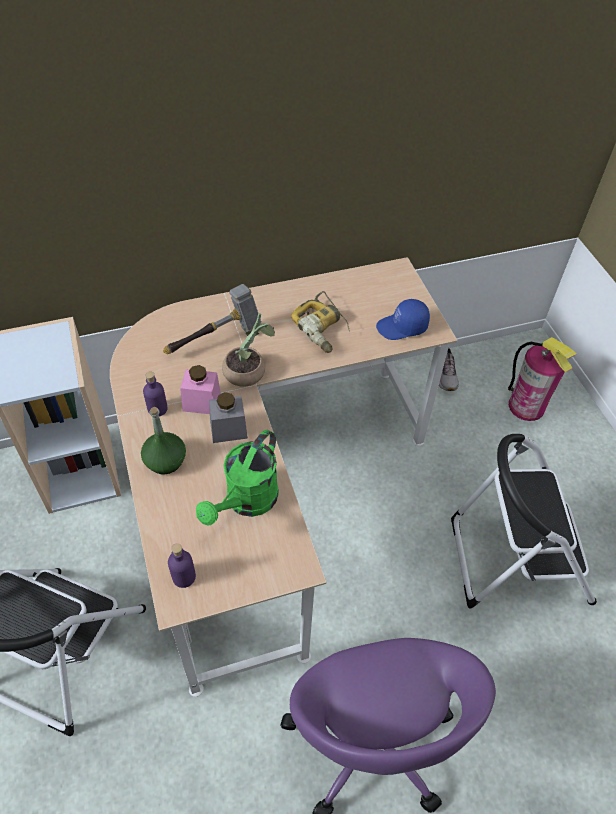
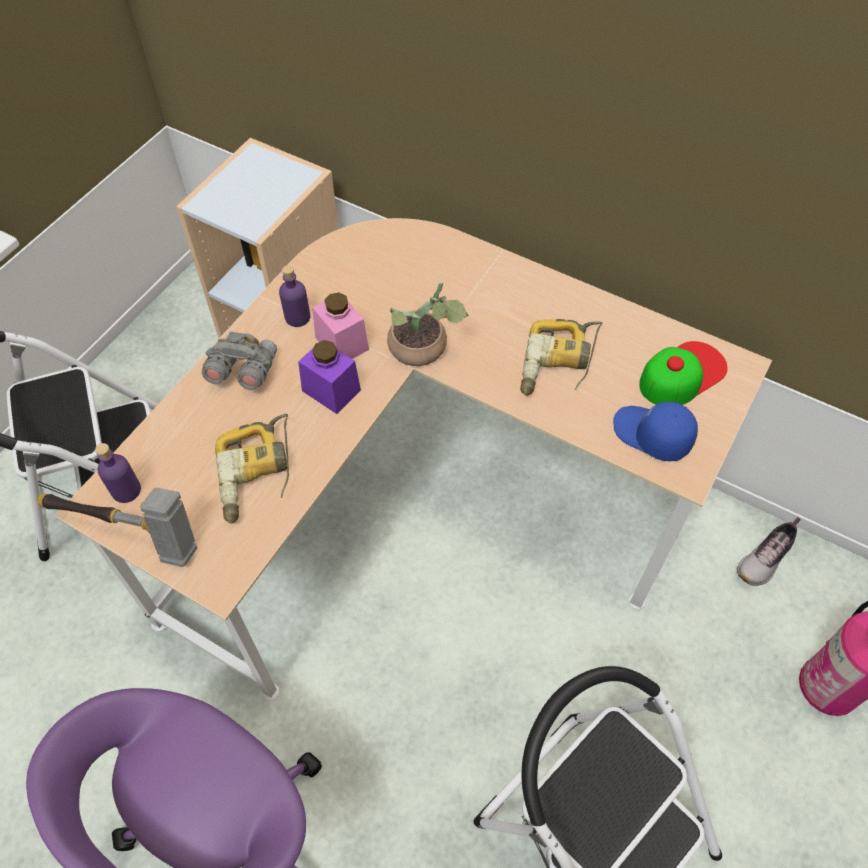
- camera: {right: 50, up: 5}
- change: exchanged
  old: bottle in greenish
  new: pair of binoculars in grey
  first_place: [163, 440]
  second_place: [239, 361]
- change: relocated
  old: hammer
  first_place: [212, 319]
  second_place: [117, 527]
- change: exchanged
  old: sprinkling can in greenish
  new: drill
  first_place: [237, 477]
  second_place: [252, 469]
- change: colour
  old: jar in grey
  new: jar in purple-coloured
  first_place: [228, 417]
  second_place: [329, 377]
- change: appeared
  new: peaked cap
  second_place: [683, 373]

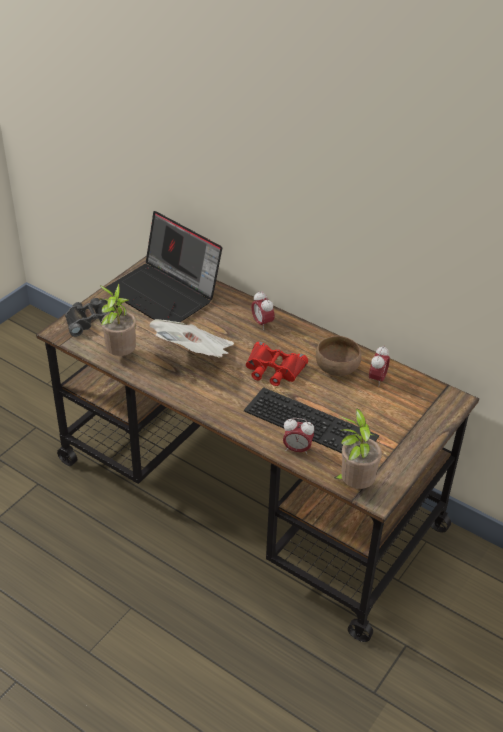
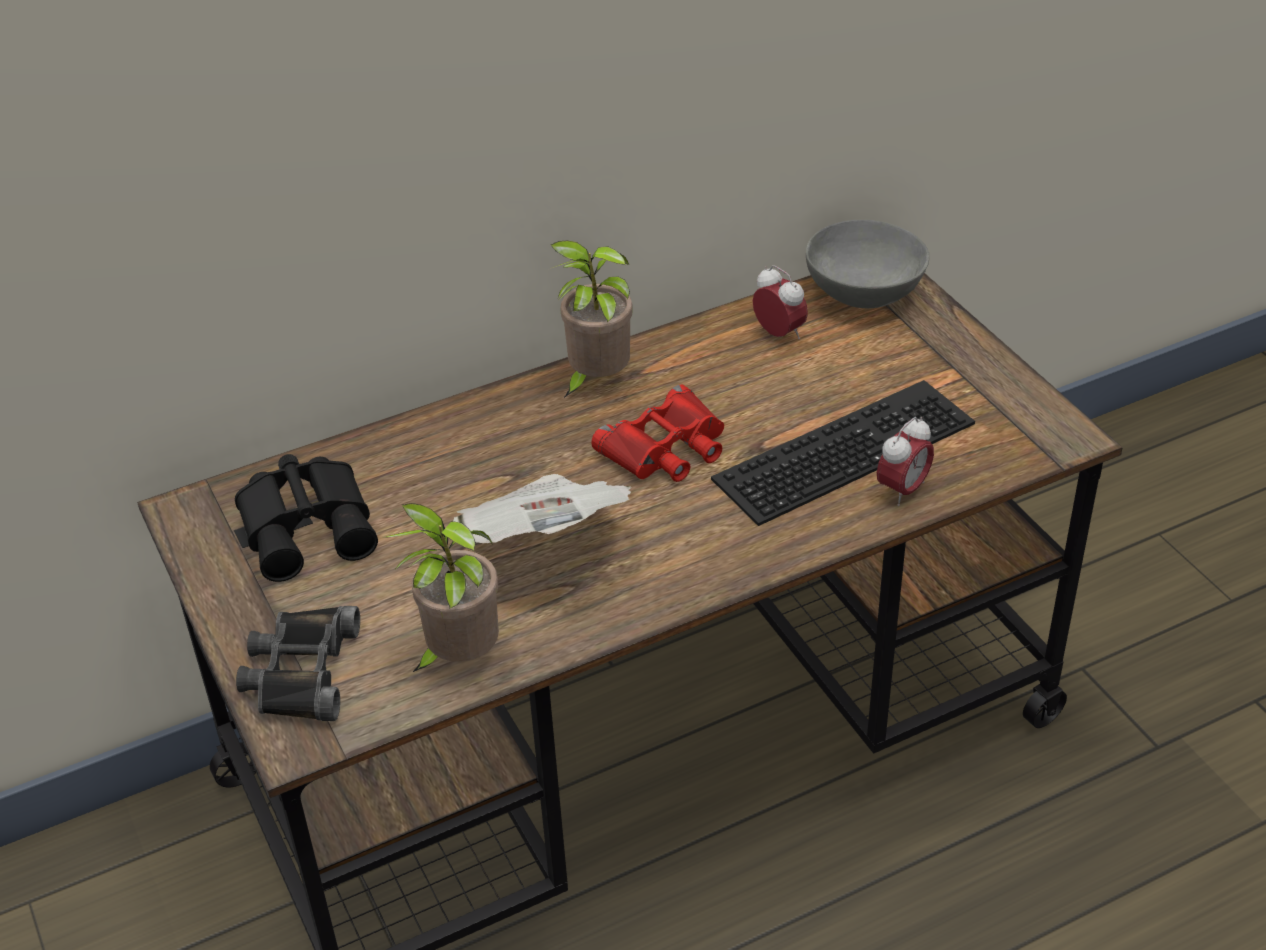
- camera: {right: -60, up: 0}
- change: exchanged
  old: laptop
  new: pair of binoculars in blackish
  first_place: [163, 266]
  second_place: [306, 518]
- change: missing
  old: alarm clock
  first_place: [263, 310]
- change: missing
  old: bowl in brown
  first_place: [339, 356]
- change: relocated
  old: plant in a pot
  first_place: [358, 448]
  second_place: [591, 319]
- change: appeared
  new: bowl in grey
  second_place: [868, 264]

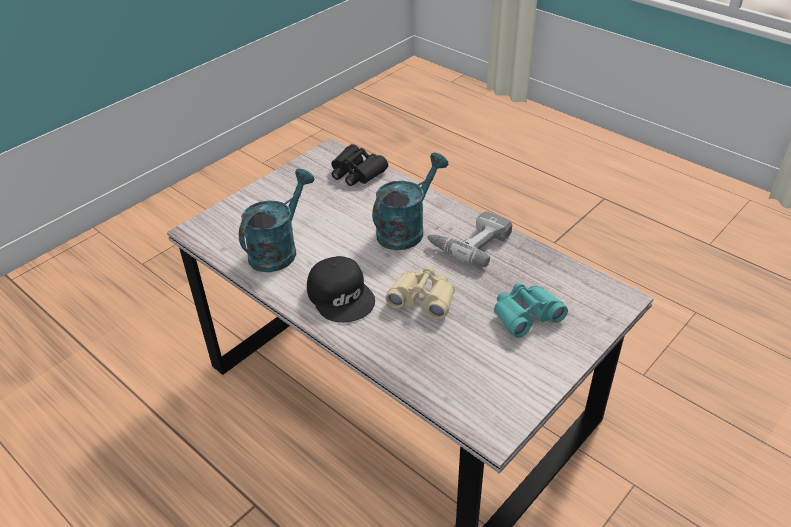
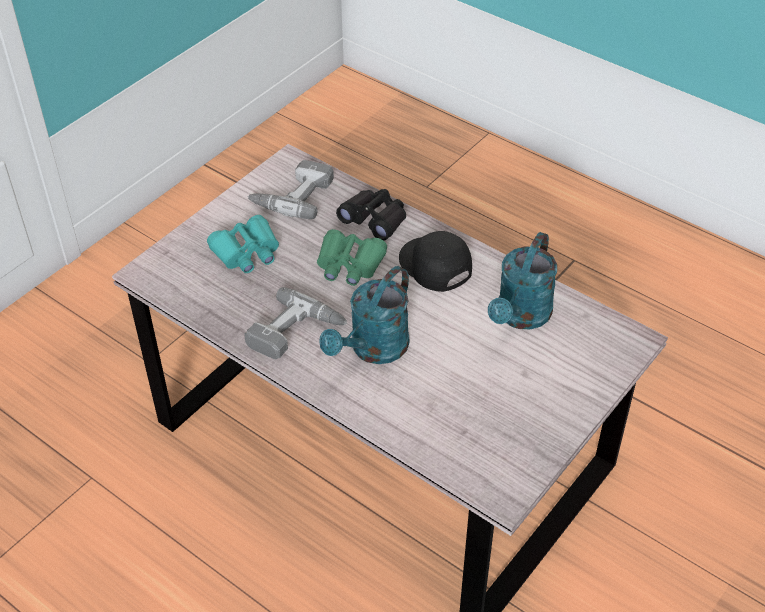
- camera: {right: 175, up: 5}
- change: relocated
  old: pair of binoculars in blackish
  first_place: [359, 165]
  second_place: [371, 215]
- change: colour
  old: pair of binoculars in beige-coloured
  new: pair of binoculars in greenish
  first_place: [420, 293]
  second_place: [352, 257]
- change: appeared
  new: drill
  second_place: [290, 189]

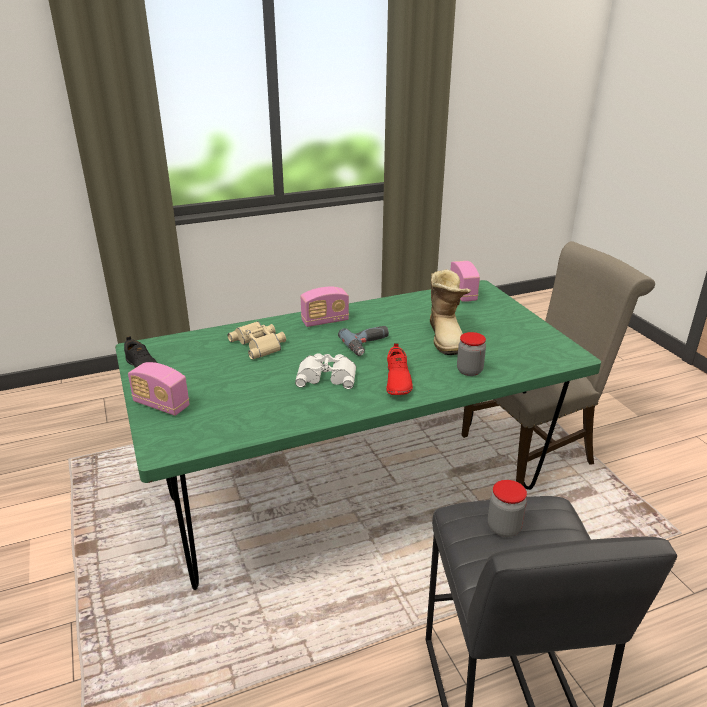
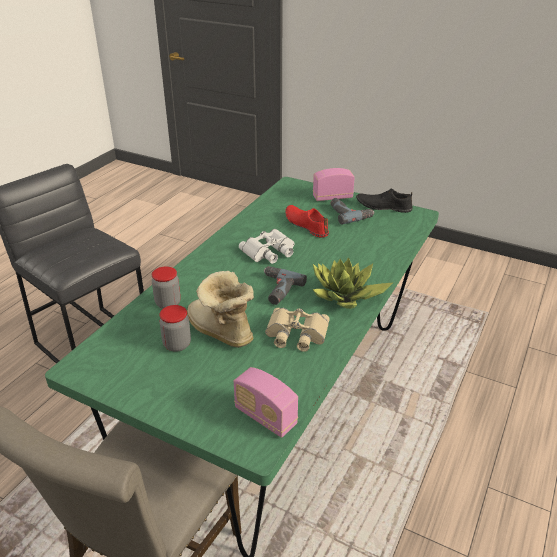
- camera: {right: 140, up: 5}
- change: relocated
  old: pair of binoculars in beige-coloured
  first_place: [256, 340]
  second_place: [297, 330]
- change: exchanged
  old: radio set
  new: plant in a pot
  first_place: [325, 307]
  second_place: [353, 283]
- change: relocated
  old: low shoe in red
  first_place: [399, 369]
  second_place: [307, 221]
- change: relocated
  old: jar
  first_place: [507, 508]
  second_place: [175, 328]
- change: appeared
  new: drill
  second_place: [353, 211]

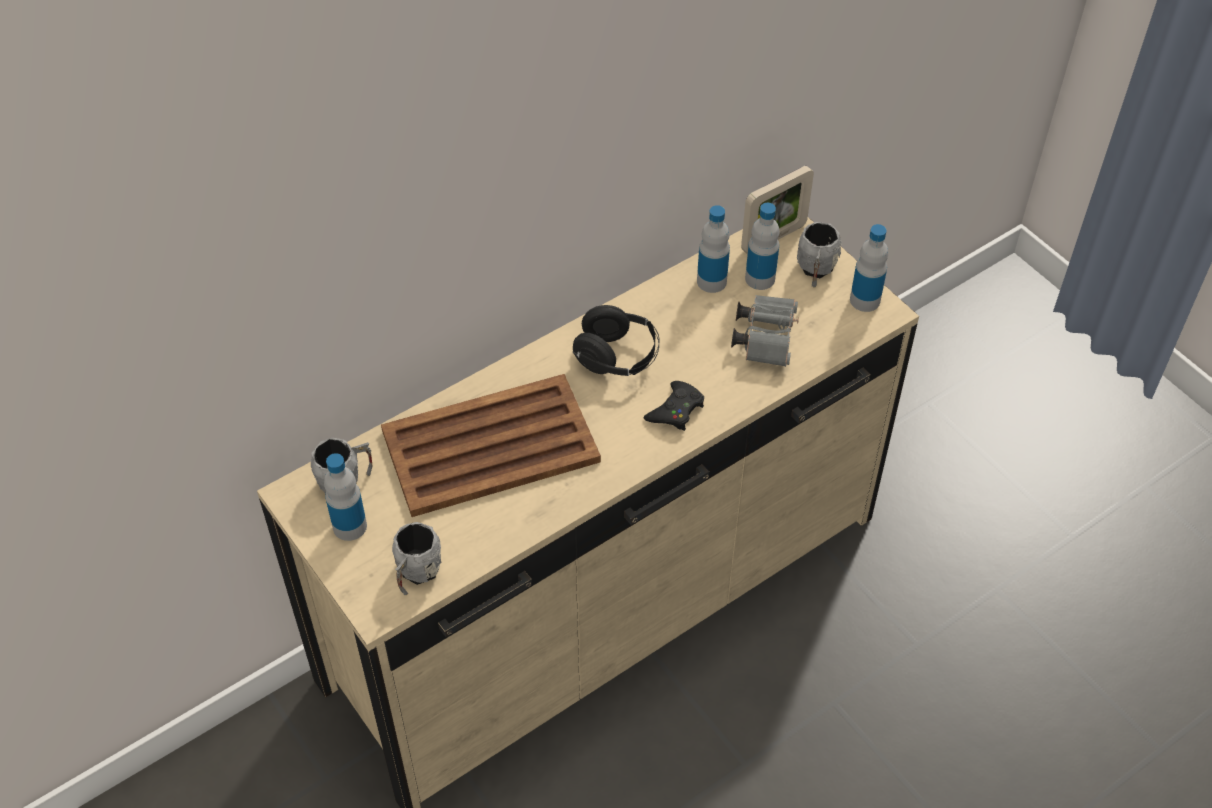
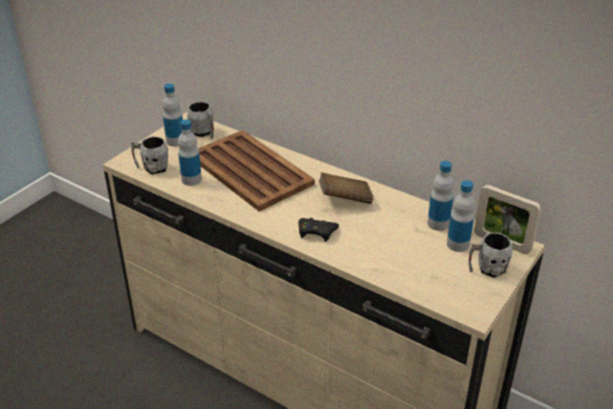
- camera: {right: 70, up: -15}
- change: exchanged
  old: pair of headphones in blackish
  new: book in brown
  first_place: [616, 340]
  second_place: [345, 188]
- change: missing
  old: pair of binoculars in grey
  first_place: [765, 331]
- change: relocated
  old: bottle
  first_place: [869, 268]
  second_place: [190, 152]

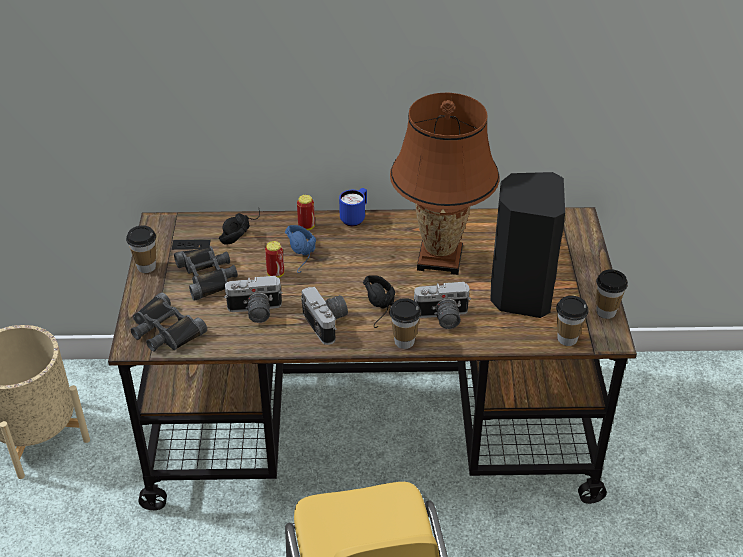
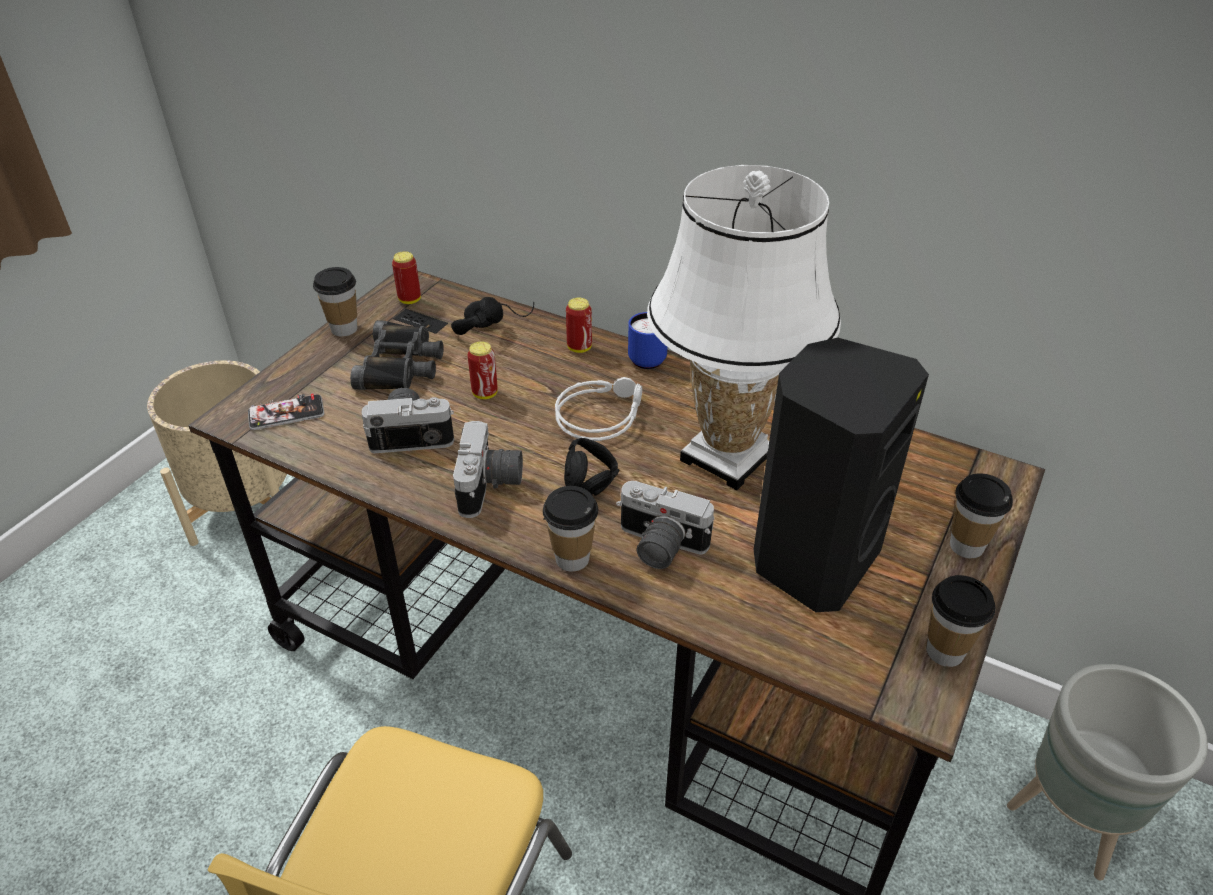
- camera: {right: 30, up: 0}
- change: exchanged
  old: pair of binoculars in blackish
  new: phone
  first_place: [169, 322]
  second_place: [286, 411]
- change: spun
  old: photo camera
  first_place: [253, 299]
  second_place: [407, 420]
  degrees: 150
- change: missing
  old: pair of headphones in blue
  first_place: [300, 249]
- change: colour
  old: tabletop lamp in brown
  new: tabletop lamp in whitish
  first_place: [444, 184]
  second_place: [744, 327]
- change: relocated
  old: cup
  first_place: [572, 321]
  second_place: [981, 515]
- change: appeared
  new: sealed can
  second_place: [406, 277]
- change: appeared
  new: pair of headphones in grey
  second_place: [598, 409]
- change: appeared
  new: flower pot in grey
  second_place: [1107, 772]

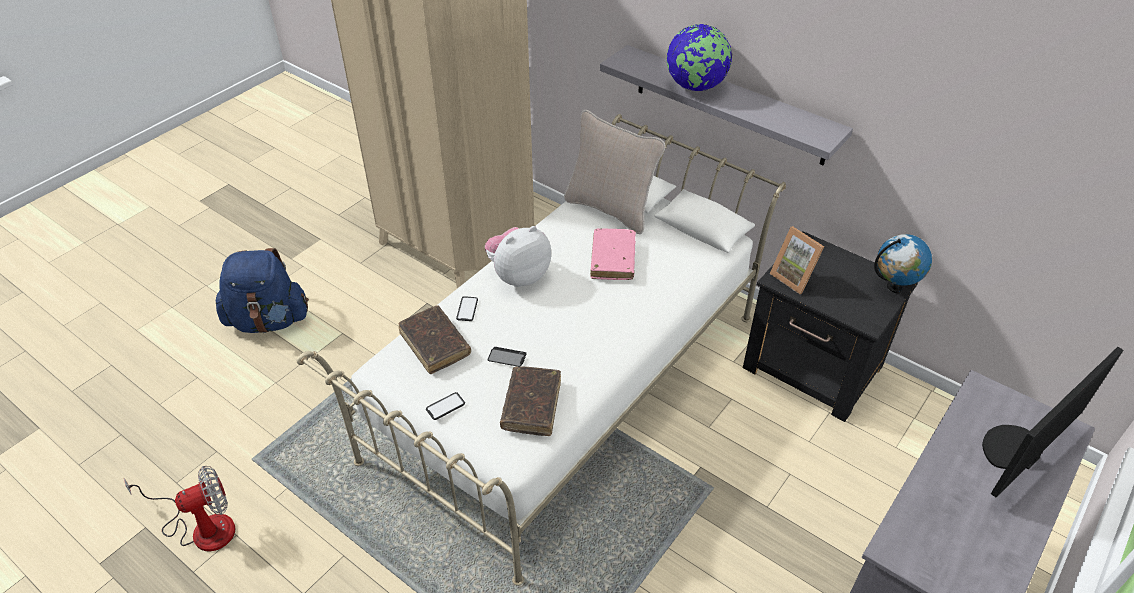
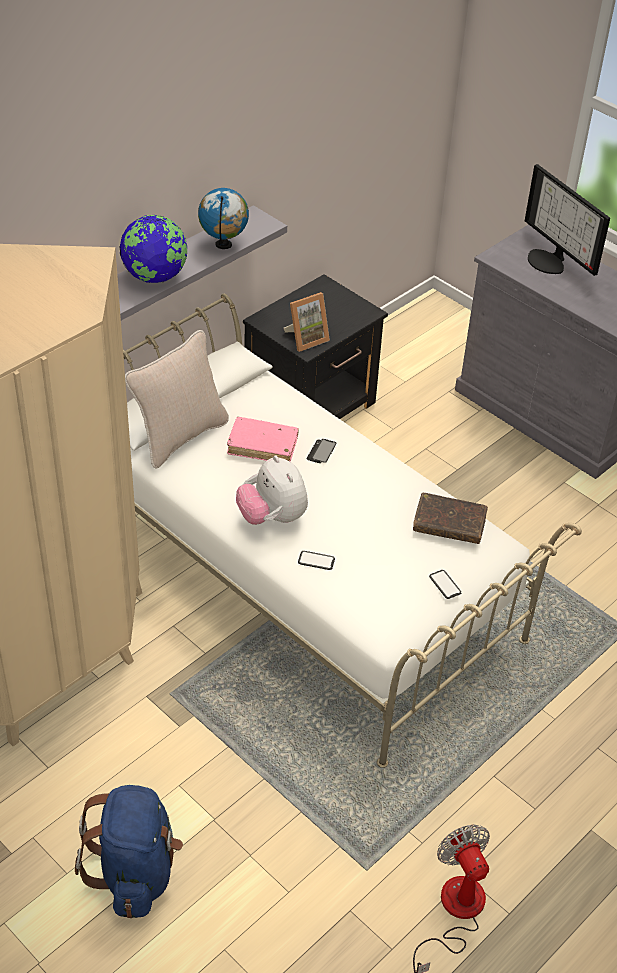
- camera: {right: -85, up: 0}
- change: missing
  old: book in brown
  first_place: [435, 339]
- change: relocated
  old: phone
  first_place: [507, 357]
  second_place: [321, 451]
- change: relocated
  old: desk globe
  first_place: [903, 263]
  second_place: [223, 218]

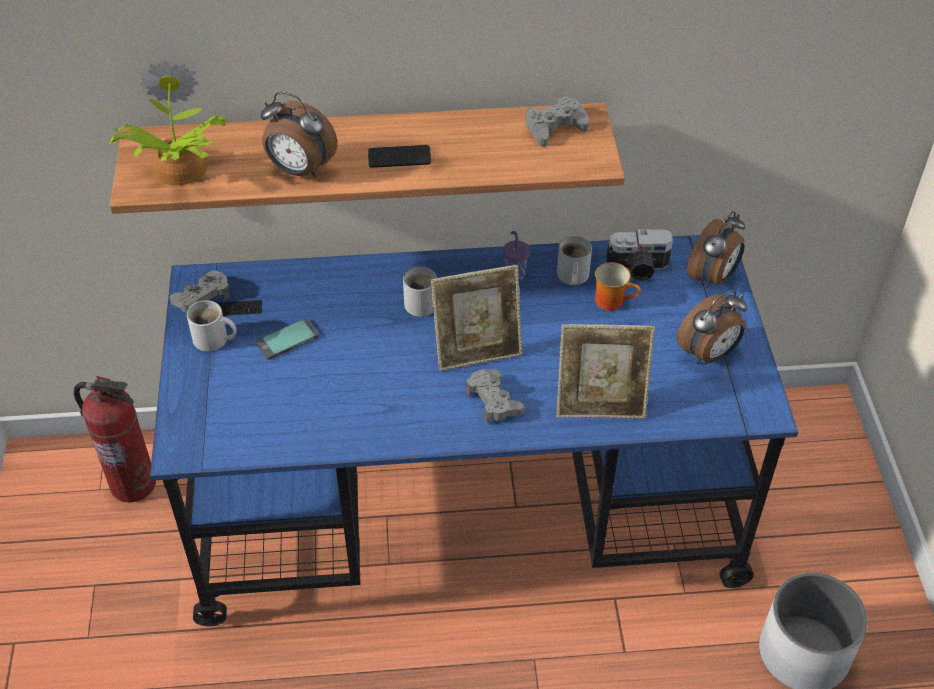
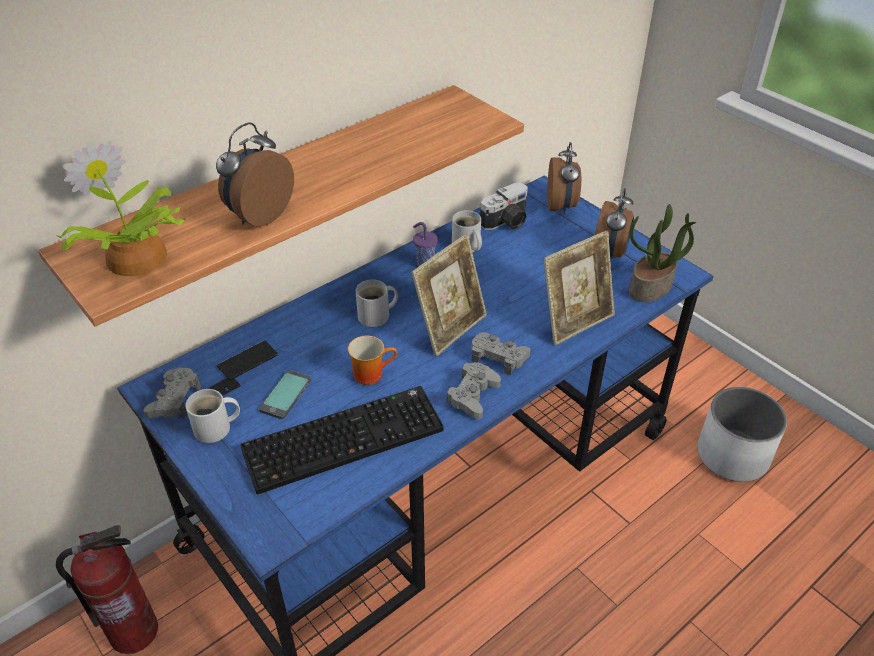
- camera: {right: -35, up: -5}
- change: spun
  old: alarm clock
  first_place: [299, 134]
  second_place: [255, 174]
  degrees: 135
- change: relocated
  old: phone
  first_place: [399, 156]
  second_place: [247, 360]
- change: relocated
  old: game controller in grey
  first_place: [557, 121]
  second_place: [473, 391]
- change: relocated
  old: mug
  first_place: [618, 286]
  second_place: [372, 360]
- change: appeared
  new: keyboard
  second_place: [342, 440]
- change: appeared
  new: plant in a pot
  second_place: [663, 253]

